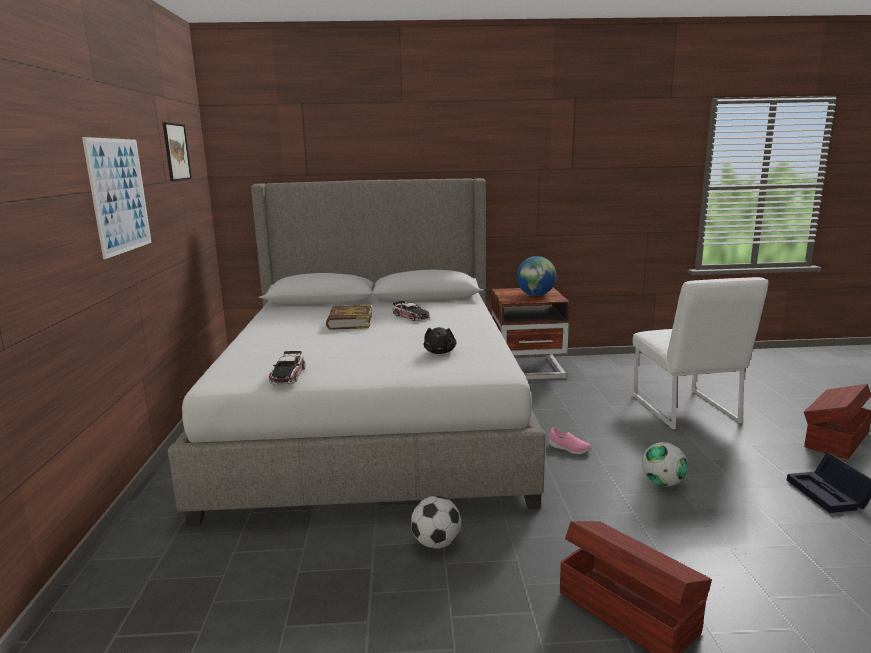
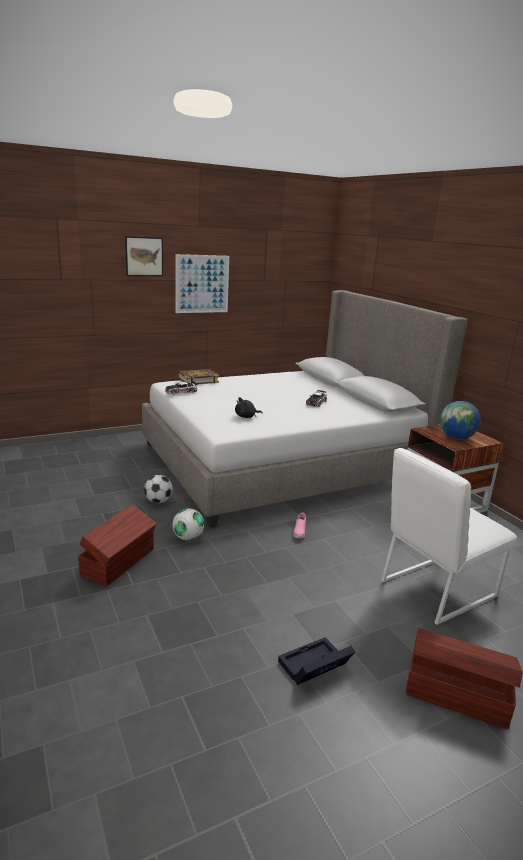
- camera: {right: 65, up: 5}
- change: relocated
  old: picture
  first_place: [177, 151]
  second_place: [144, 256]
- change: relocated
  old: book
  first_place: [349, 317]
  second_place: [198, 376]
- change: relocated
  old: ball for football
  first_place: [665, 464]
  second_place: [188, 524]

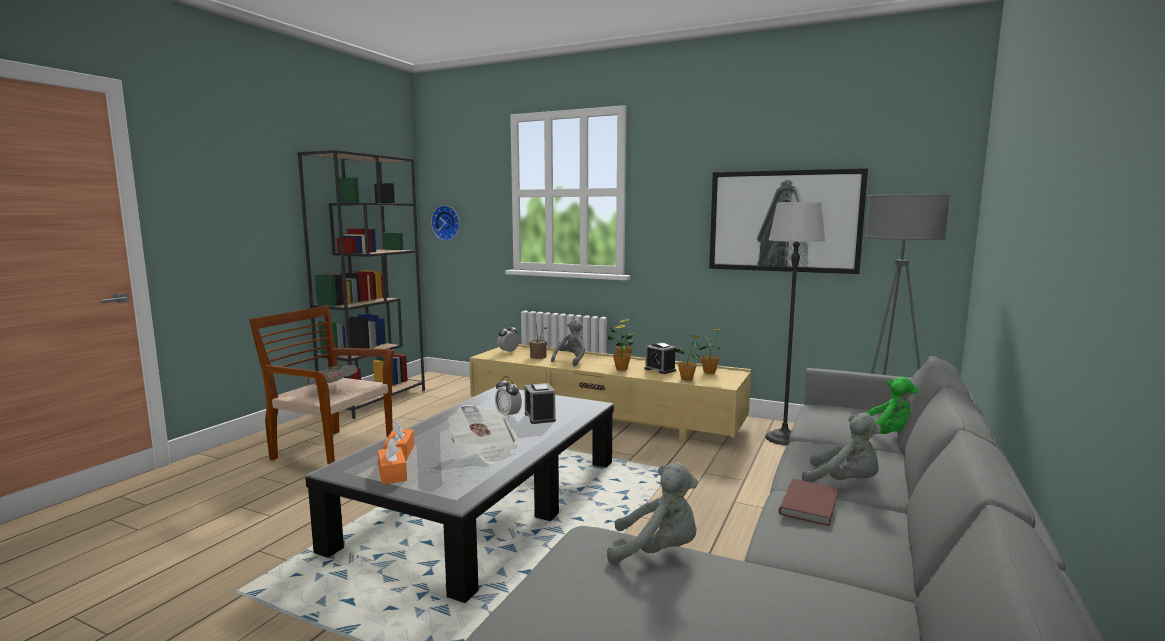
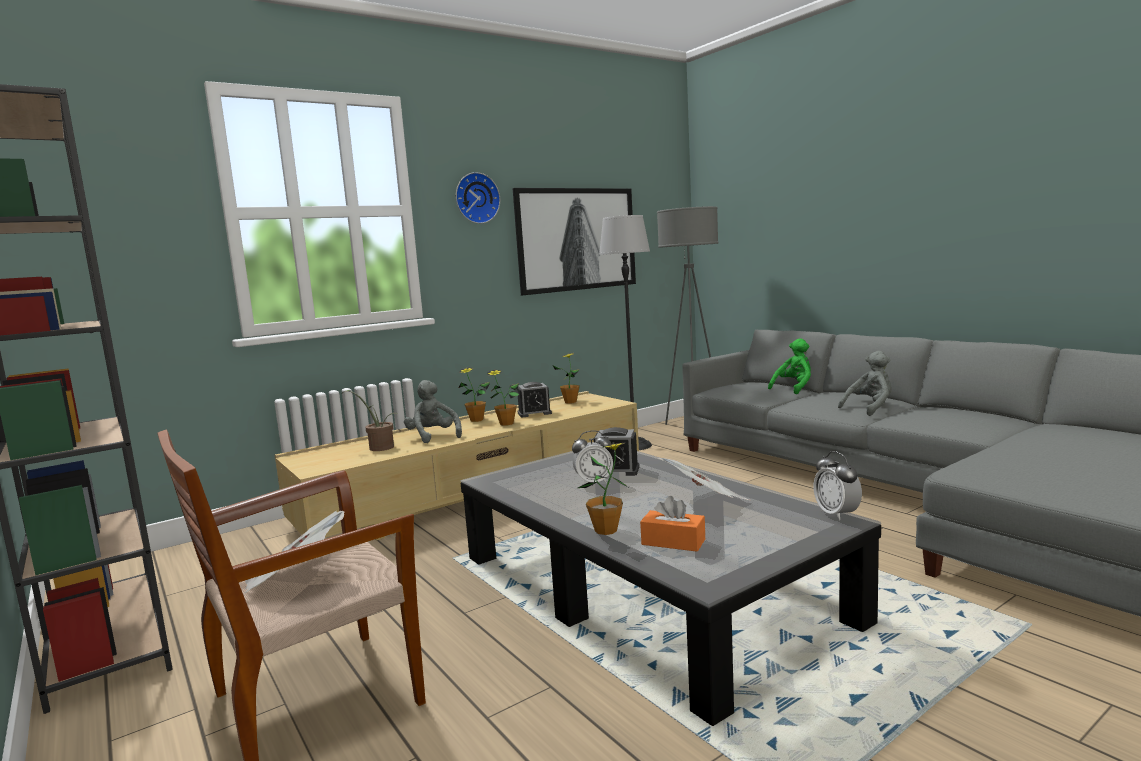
- camera: {right: -60, up: 0}
- change: missing
  old: tissue box in orangey
  first_place: [392, 461]
- change: relocated
  old: hanging clock
  first_place: [445, 223]
  second_place: [478, 198]
- change: relocated
  old: alarm clock
  first_place: [508, 338]
  second_place: [838, 486]
- change: missing
  old: soft toy in grey
  first_place: [652, 513]
- change: relocated
  old: plant in a pot
  first_place: [687, 358]
  second_place: [603, 488]
- change: missing
  old: book in brown
  first_place: [808, 502]

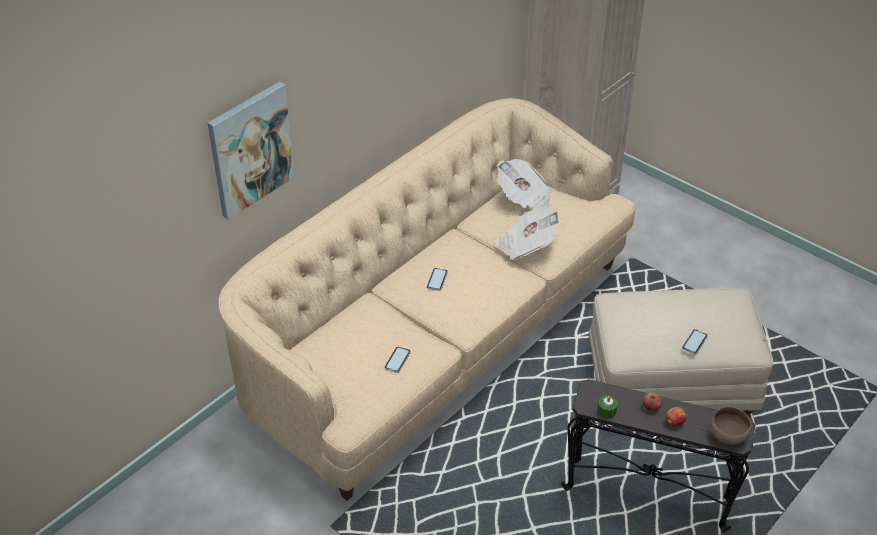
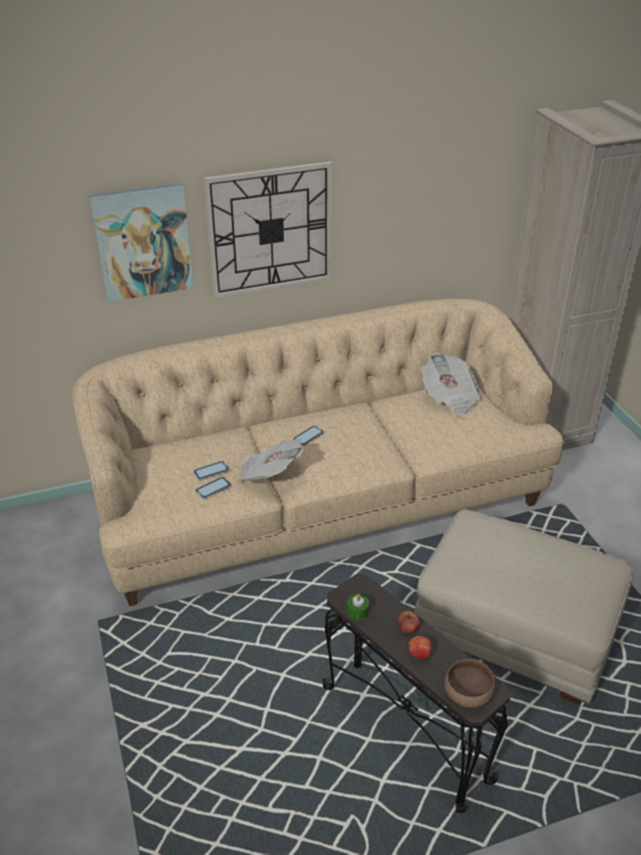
- camera: {right: 30, up: -5}
- change: relocated
  old: newspaper
  first_place: [528, 233]
  second_place: [271, 460]
- change: relocated
  old: phone
  first_place: [695, 341]
  second_place: [211, 470]
- change: appeared
  new: hanging clock
  second_place: [268, 230]

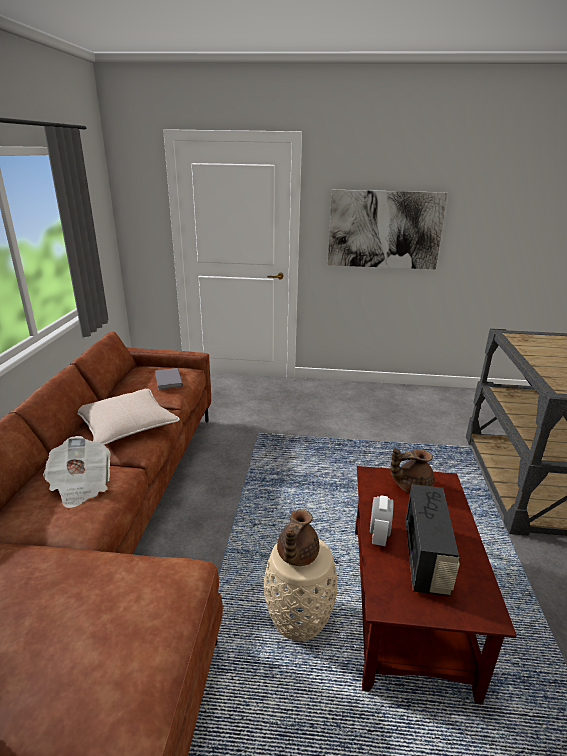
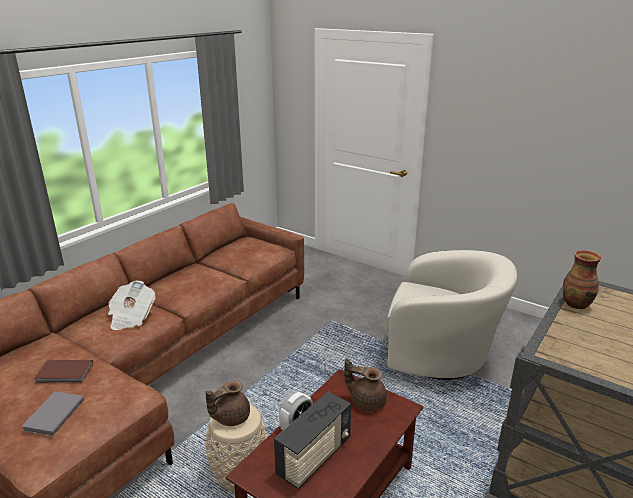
- camera: {right: 30, up: 0}
- change: missing
  old: pillow in beige-coloured
  first_place: [128, 417]
- change: relocated
  old: book in grey
  first_place: [169, 379]
  second_place: [52, 413]
- change: missing
  old: picture
  first_place: [388, 229]
- change: appeared
  new: book in brown
  second_place: [63, 371]
- change: appeared
  new: armchair in beige-coloured
  second_place: [451, 315]
- change: appeared
  new: decorative vase
  second_place: [582, 279]

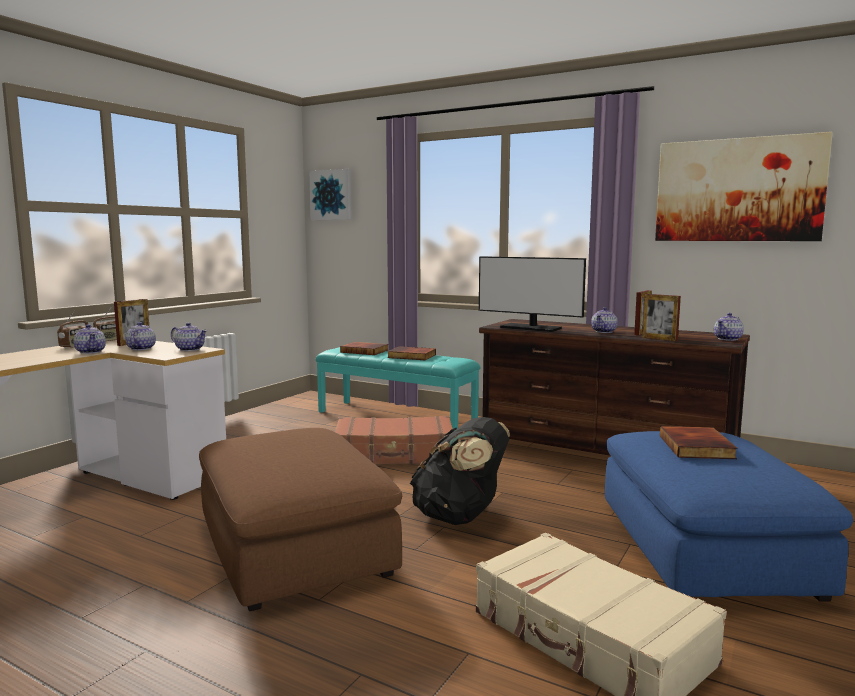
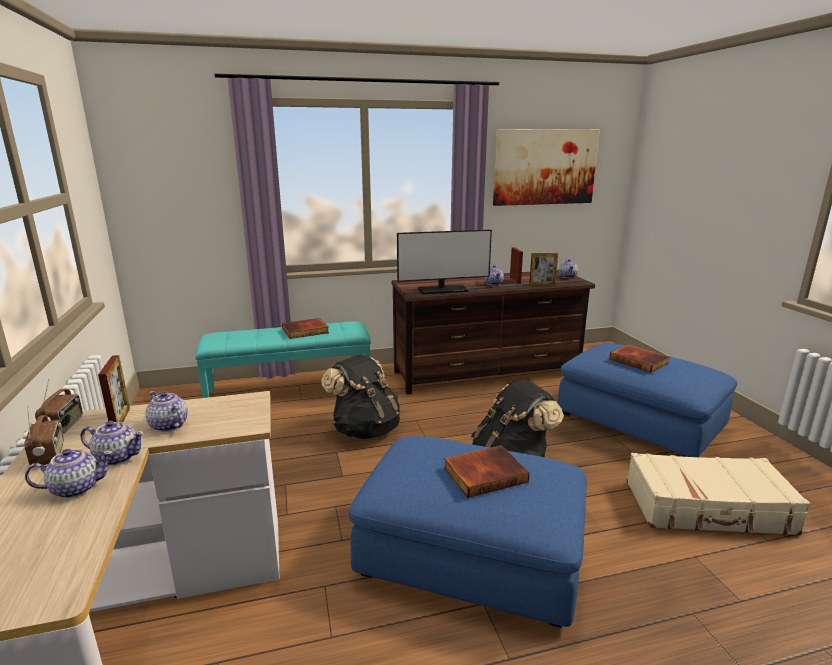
- camera: {right: -45, up: 10}
- change: relocated
  old: tea pot
  first_place: [189, 336]
  second_place: [69, 473]
- change: colour
  old: footrest in brown
  new: footrest in blue
  first_place: [300, 519]
  second_place: [467, 532]
- change: missing
  old: picture
  first_place: [330, 194]
- change: exchanged
  old: travel case in brown
  new: knapsack in blackish
  first_place: [394, 440]
  second_place: [360, 396]
- change: relocated
  old: book
  first_place: [364, 348]
  second_place: [487, 471]

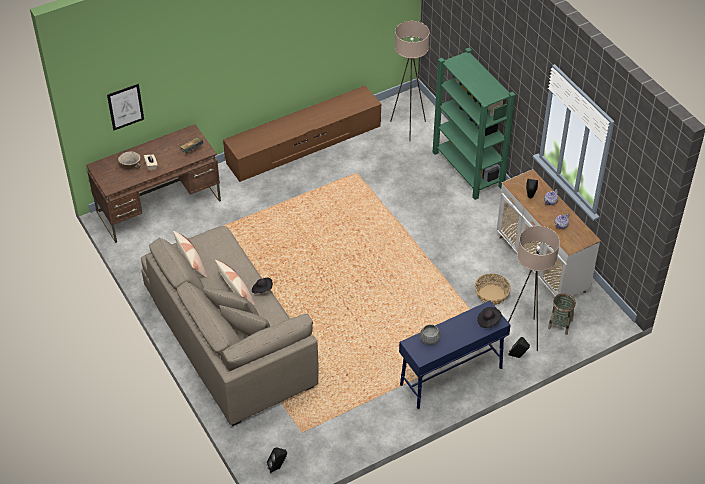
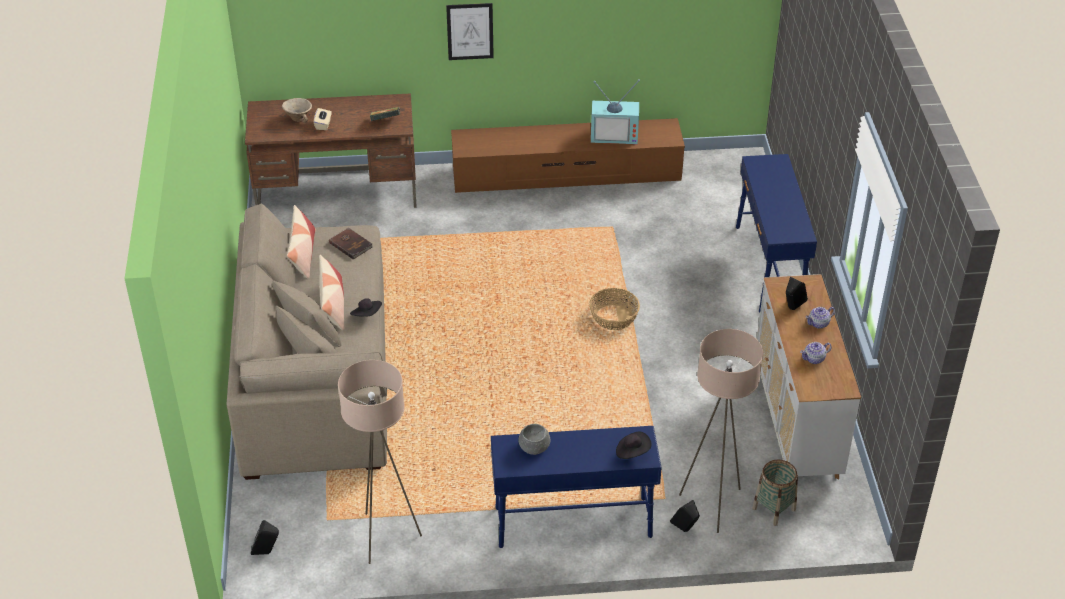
- camera: {right: 25, up: -5}
- change: relocated
  old: picture
  first_place: [125, 107]
  second_place: [470, 31]
- change: relocated
  old: standard lamp in beige-coloured
  first_place: [410, 81]
  second_place: [380, 462]
- change: exchanged
  old: shelving unit in greenish
  new: hall table in blue
  first_place: [474, 124]
  second_place: [776, 233]
- change: relocated
  old: basket
  first_place: [493, 289]
  second_place: [614, 309]
- change: appeared
  new: book in brown
  second_place: [351, 243]
- change: appeared
  new: TV set
  second_place: [615, 111]

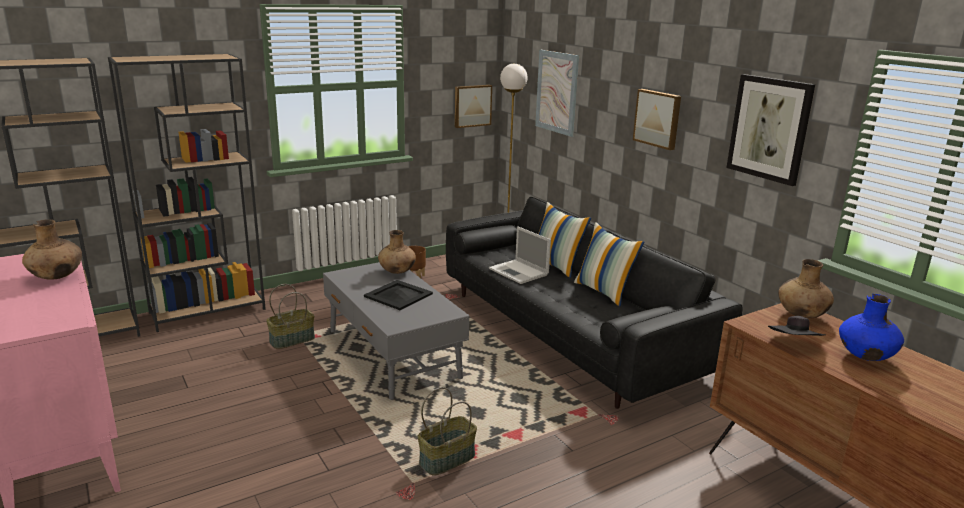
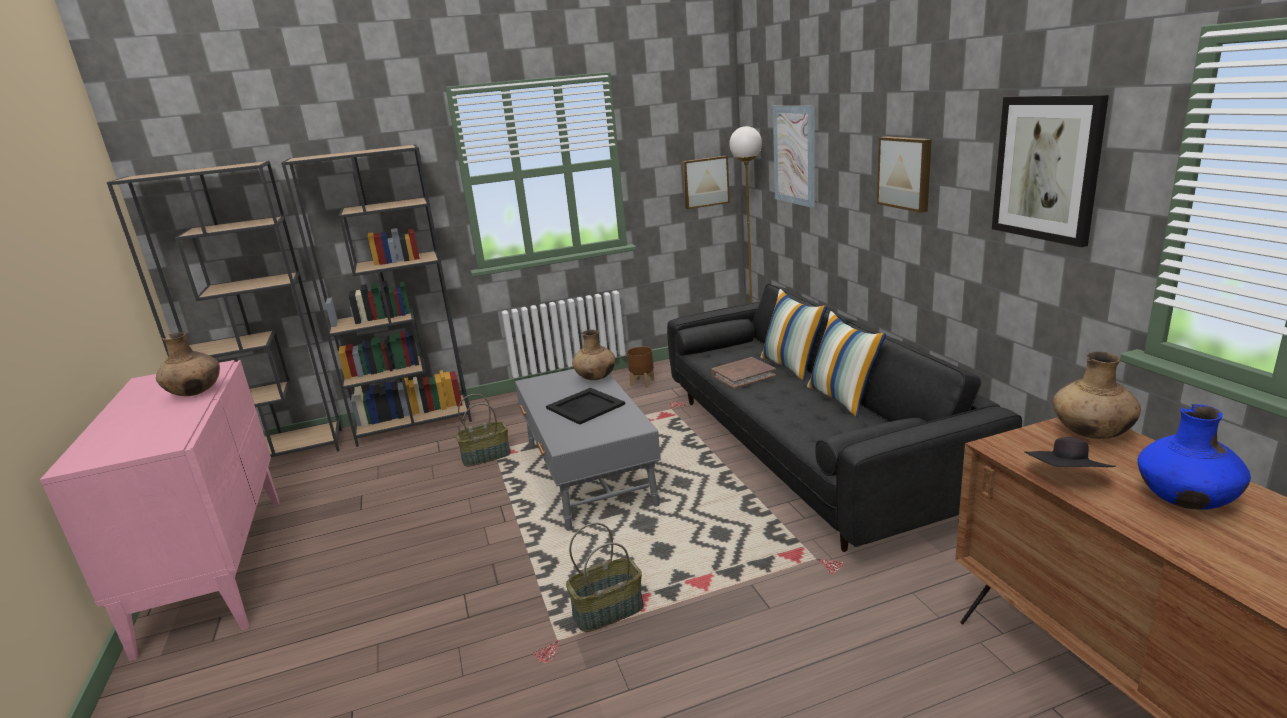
- camera: {right: 15, up: 0}
- change: exchanged
  old: laptop
  new: book in brown
  first_place: [520, 255]
  second_place: [743, 373]

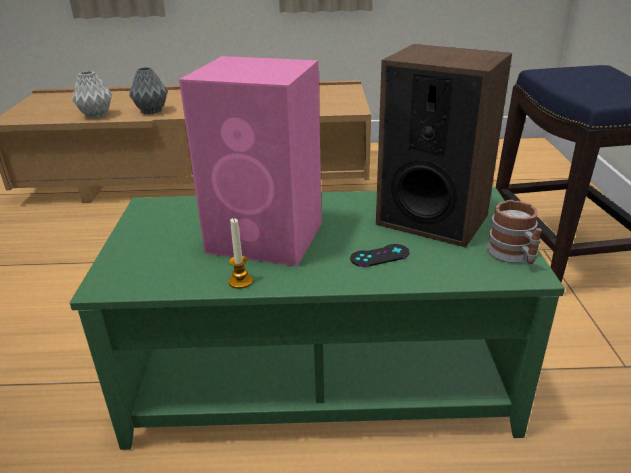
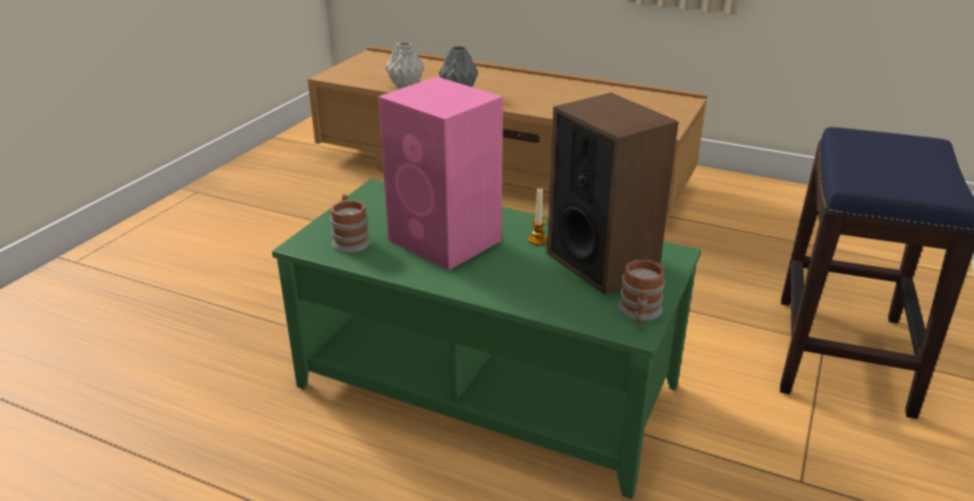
- camera: {right: 25, up: 0}
- change: relocated
  old: wax candle
  first_place: [240, 253]
  second_place: [538, 216]
- change: missing
  old: game controller in blackish
  first_place: [380, 255]
- change: appeared
  new: mug
  second_place: [350, 223]

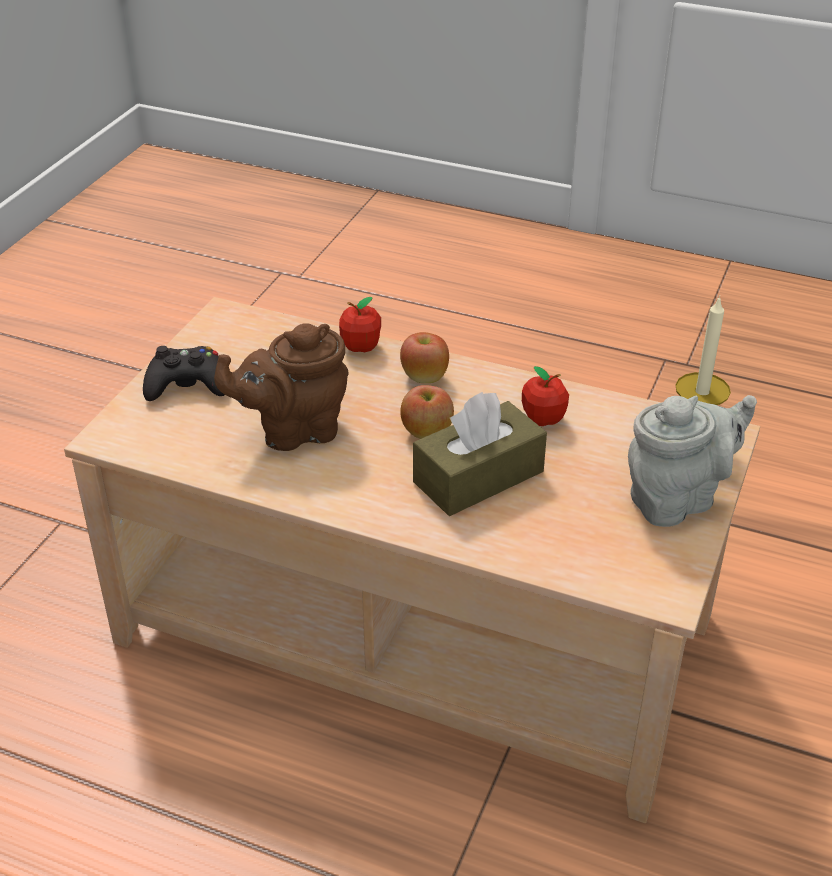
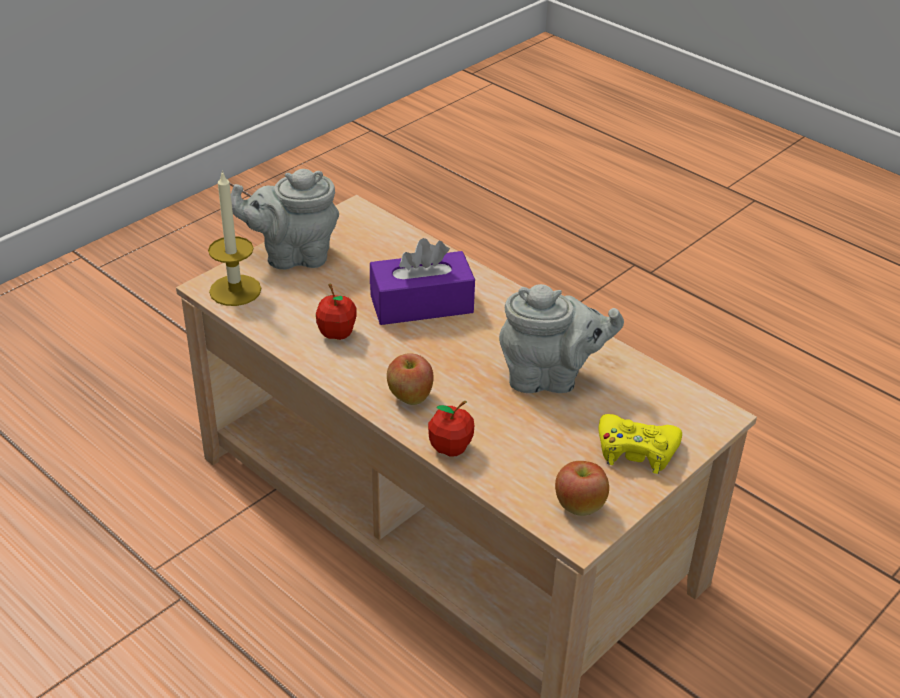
- camera: {right: -160, up: 0}
- change: colour
  old: game controller in blackish
  new: game controller in yellow-coloured
  first_place: [183, 373]
  second_place: [640, 444]
- change: colour
  old: tea pot in brown
  new: tea pot in grey
  first_place: [281, 387]
  second_place: [561, 338]
- change: relocated
  old: whole apple
  first_place: [427, 412]
  second_place: [582, 488]
- change: colour
  old: tissue box in brown
  new: tissue box in purple-coloured
  first_place: [480, 454]
  second_place: [422, 281]

